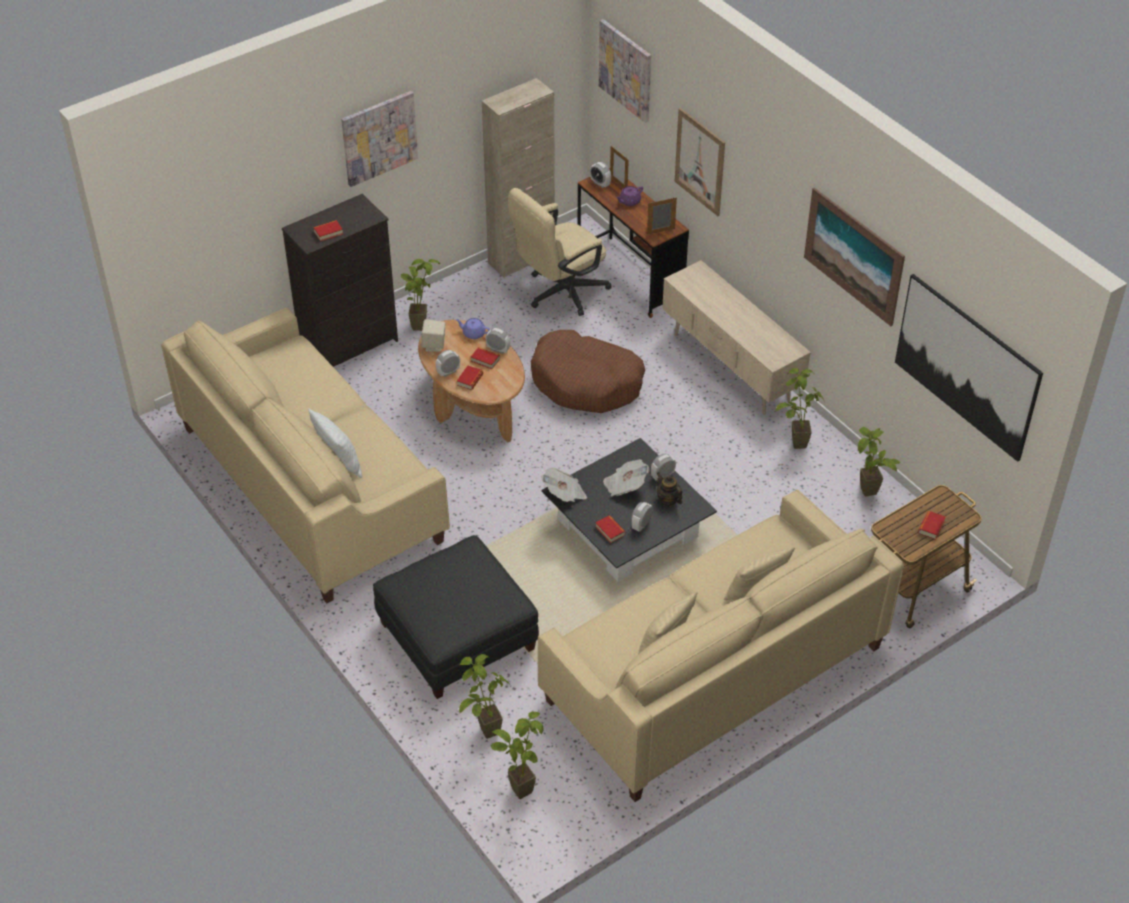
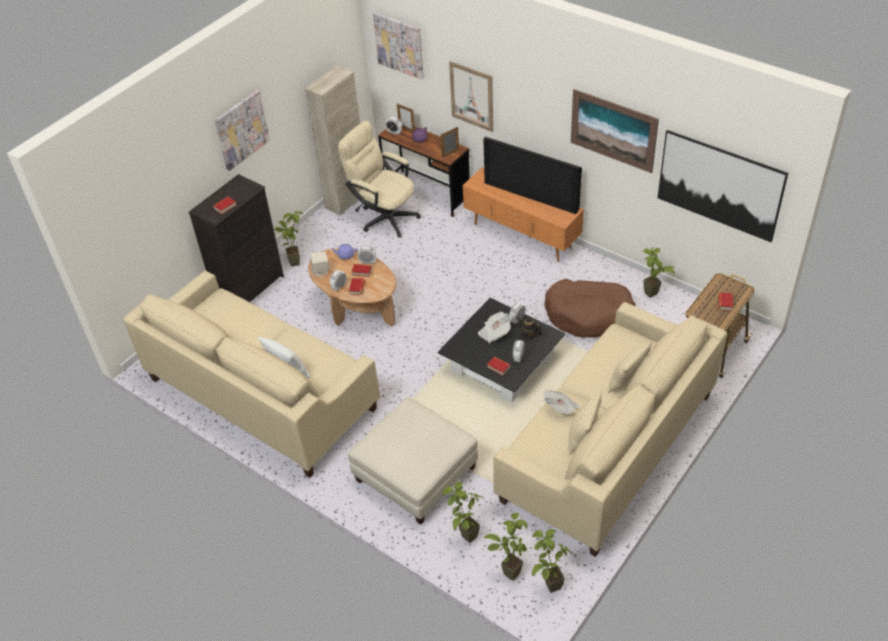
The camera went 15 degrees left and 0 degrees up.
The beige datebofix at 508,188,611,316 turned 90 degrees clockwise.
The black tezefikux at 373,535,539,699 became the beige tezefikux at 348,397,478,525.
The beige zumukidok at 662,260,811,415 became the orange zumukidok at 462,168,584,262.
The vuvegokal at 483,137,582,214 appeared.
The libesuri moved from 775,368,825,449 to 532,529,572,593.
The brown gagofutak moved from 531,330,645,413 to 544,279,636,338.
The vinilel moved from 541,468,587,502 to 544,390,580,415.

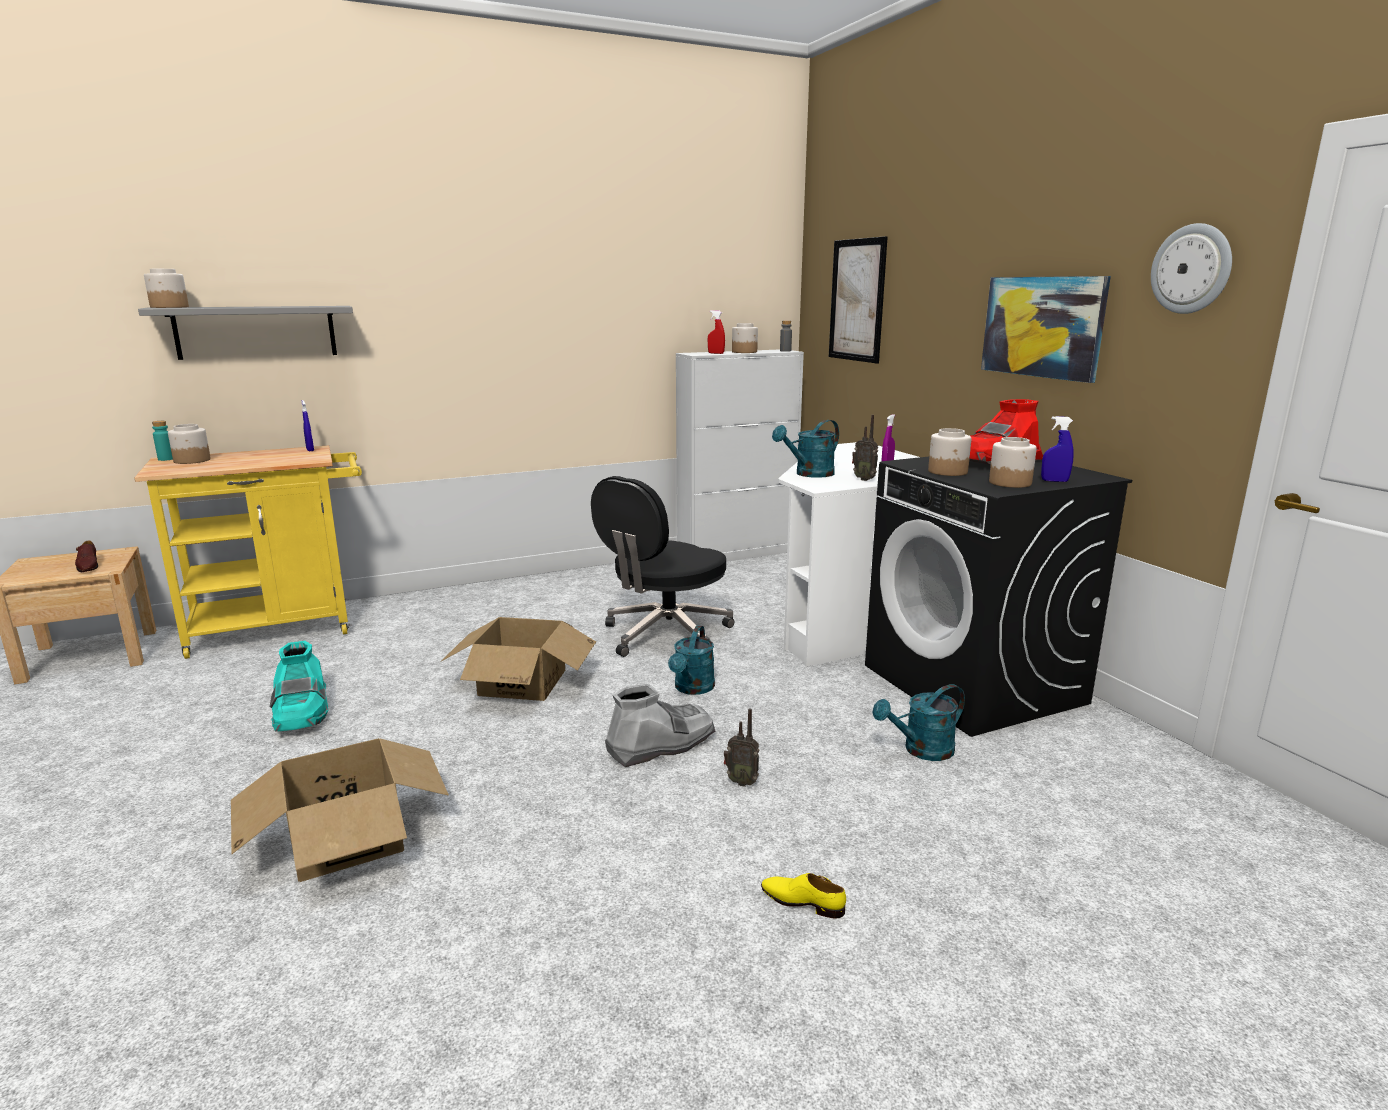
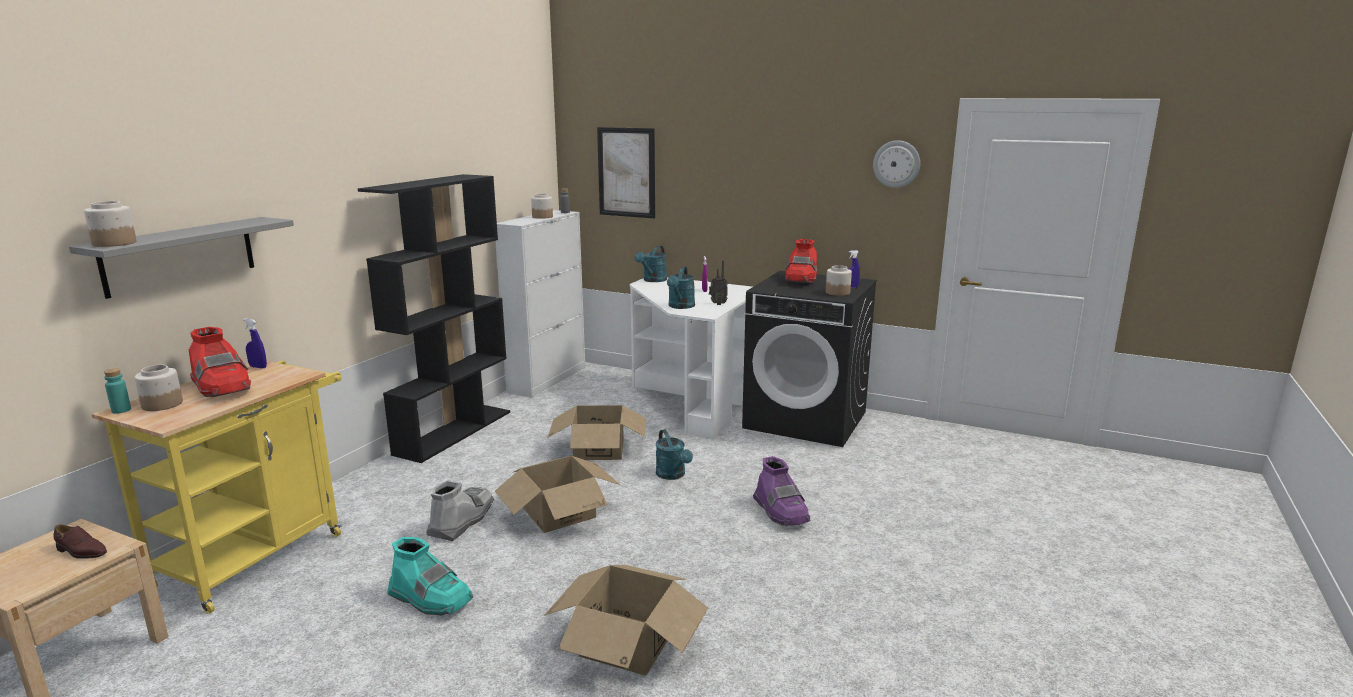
The camera went 40 degrees left and 0 degrees up.
The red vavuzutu at 189,327,251,397 appeared.
The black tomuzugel at 358,174,510,463 appeared.
The grey vavuzutu moved from 605,683,716,767 to 426,480,494,541.
The black datebofix at 591,476,734,657 was replaced by the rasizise at 548,405,646,460.
The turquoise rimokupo moved from 872,684,965,761 to 635,246,667,282.
The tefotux at 724,708,760,787 was replaced by the purple vavuzutu at 753,456,810,526.
The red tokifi at 708,310,725,354 disappeared.
The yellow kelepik at 761,873,846,919 disappeared.
The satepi at 928,428,971,476 disappeared.
The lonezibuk at 981,276,1111,383 disappeared.

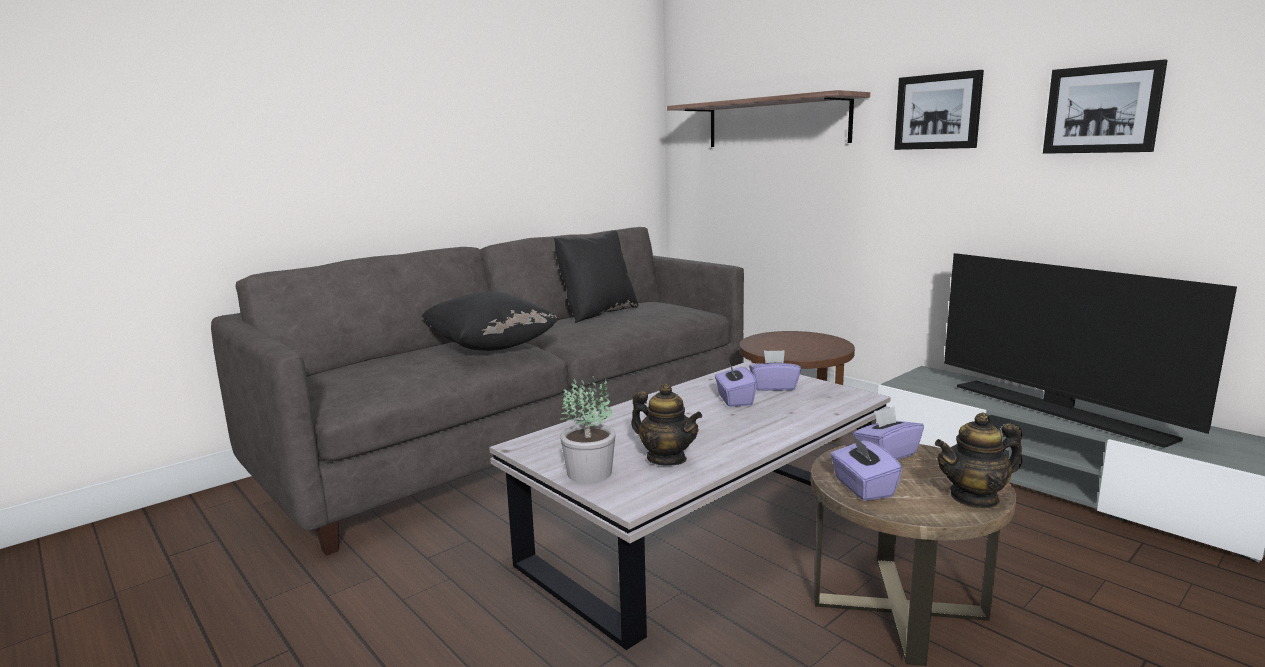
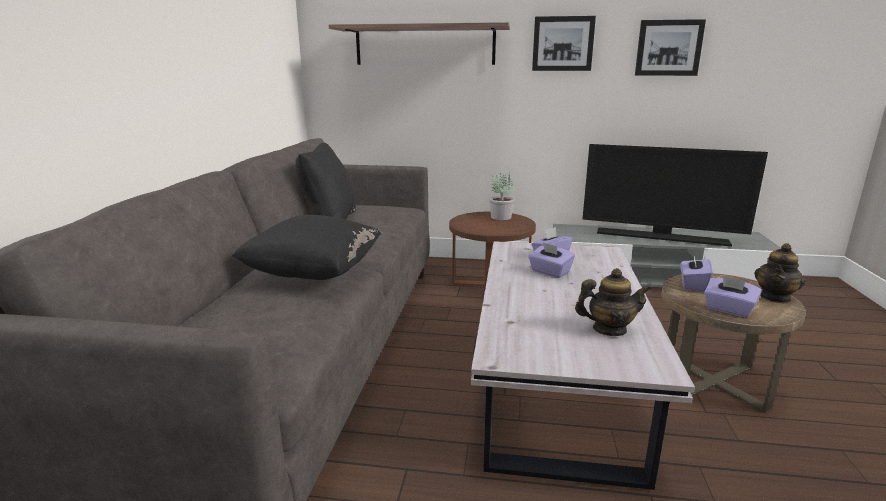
The camera went 40 degrees left and 5 degrees up.
The libesuri moved from 560,377,616,483 to 489,172,514,220.

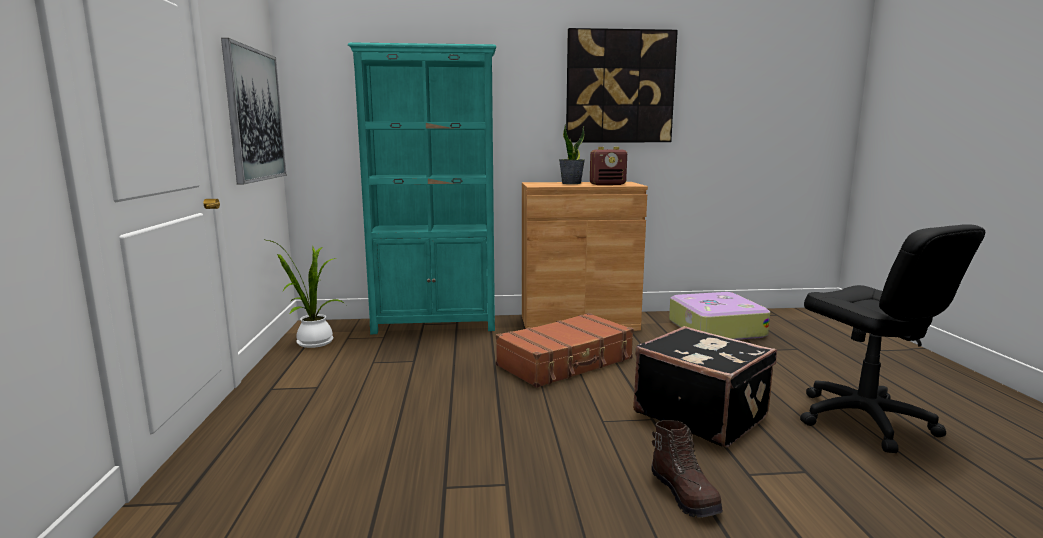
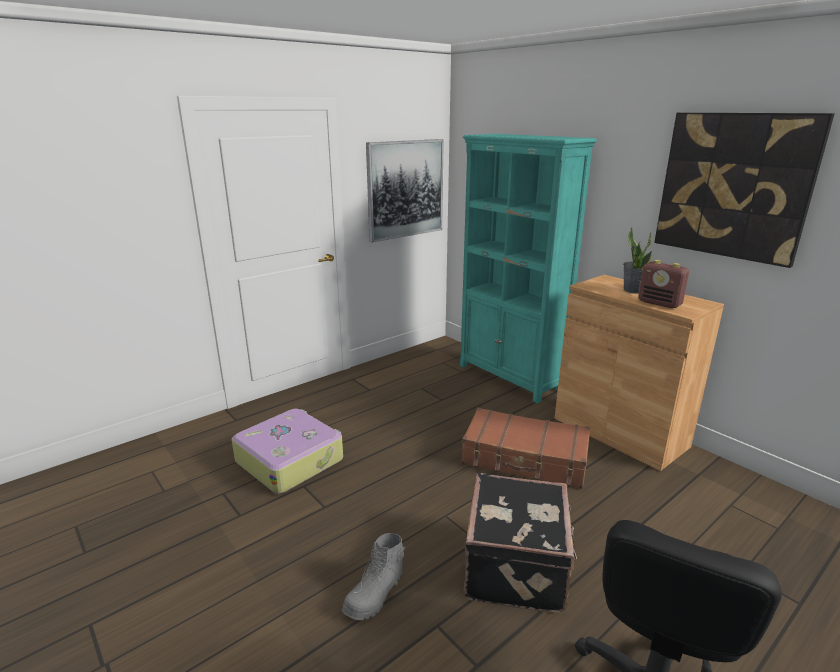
The camera went 55 degrees right and 10 degrees up.
The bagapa moved from 669,292,770,340 to 232,409,343,494.
The brown vavuzutu at 651,420,723,518 became the grey vavuzutu at 342,533,406,620.
The libesuri at 267,240,345,348 disappeared.

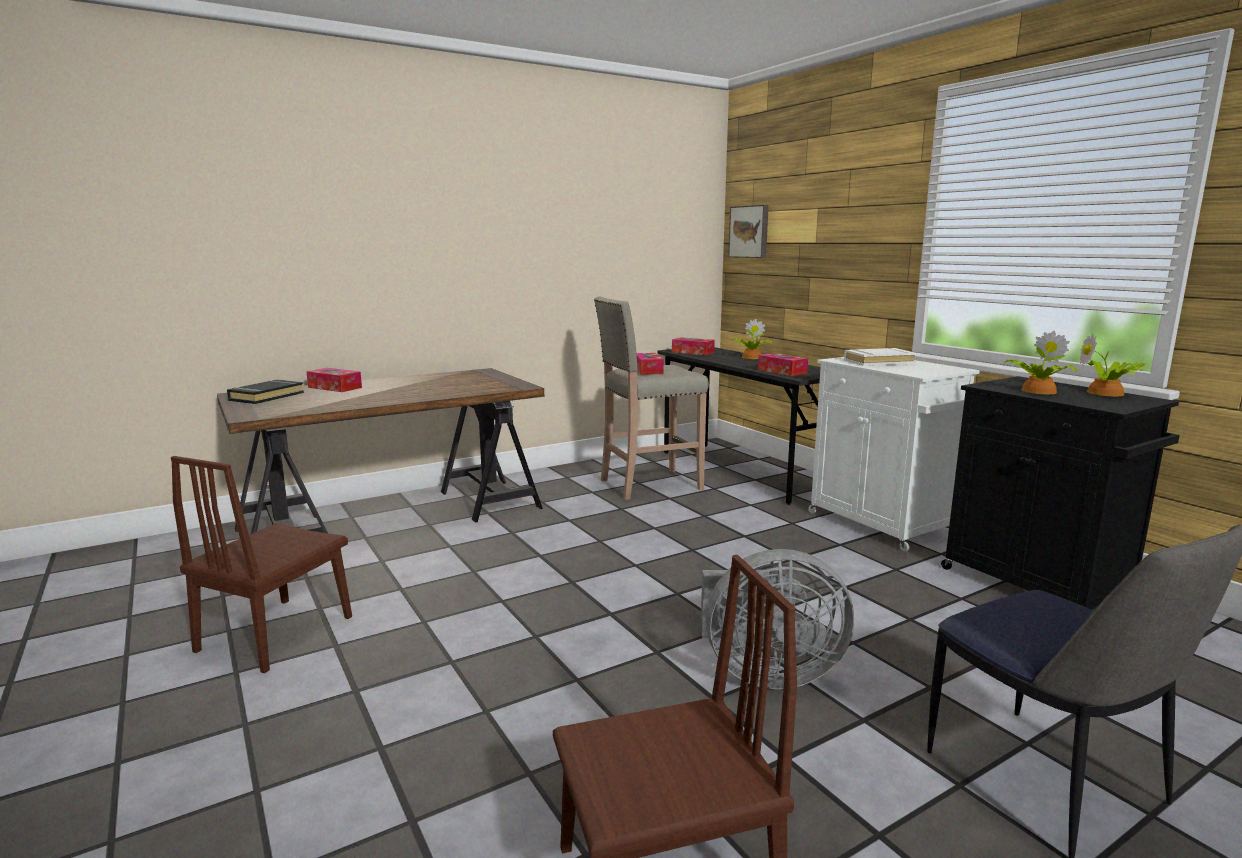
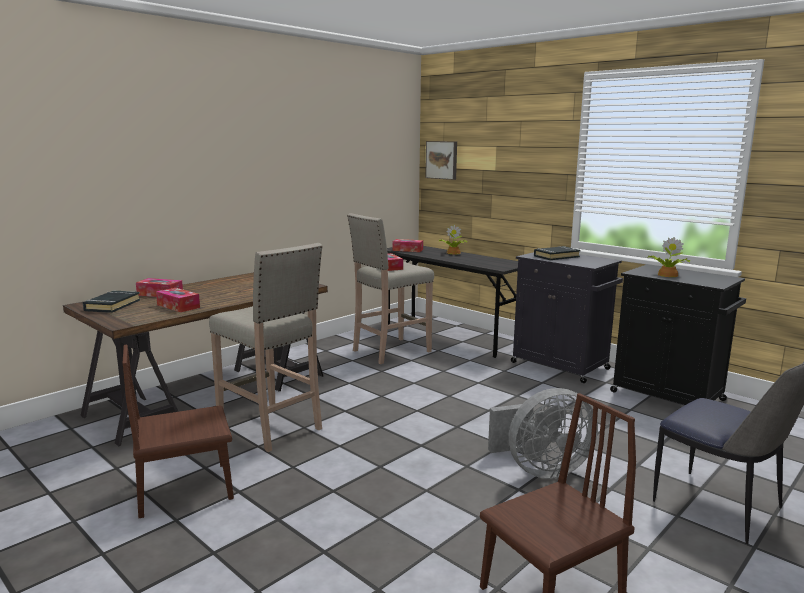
The camera went 15 degrees left and 0 degrees up.
The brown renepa at 171,456,352,673 turned 60 degrees clockwise.
The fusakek moved from 758,353,808,376 to 156,288,200,312.
The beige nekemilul at 209,243,323,452 appeared.
The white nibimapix at 808,357,980,552 became the black nibimapix at 511,252,623,383.
The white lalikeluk at 844,348,916,366 became the black lalikeluk at 534,246,580,260.
The libesuri at 1080,333,1146,396 disappeared.

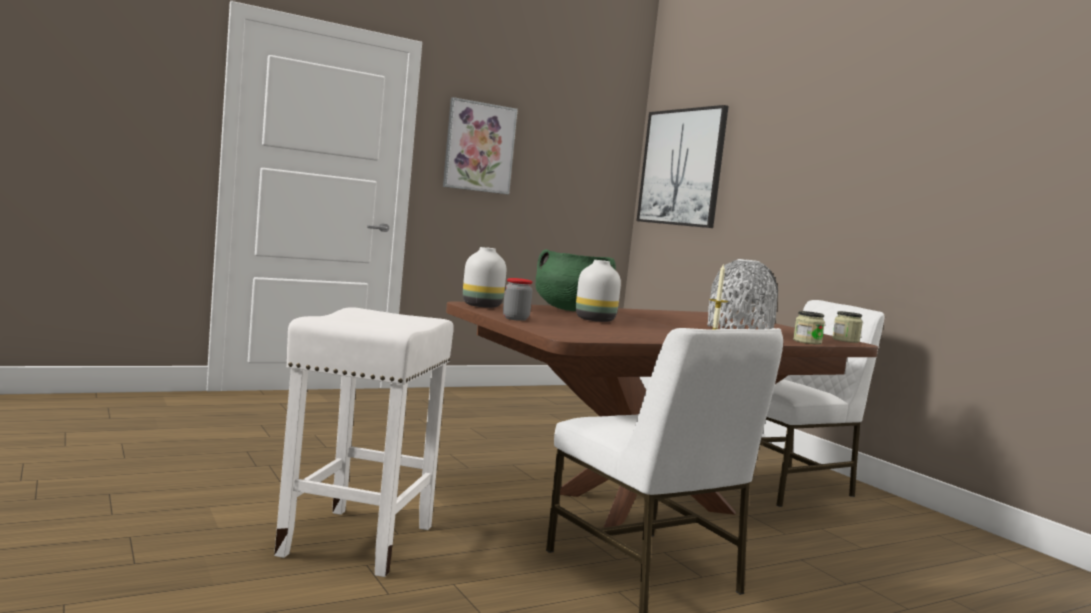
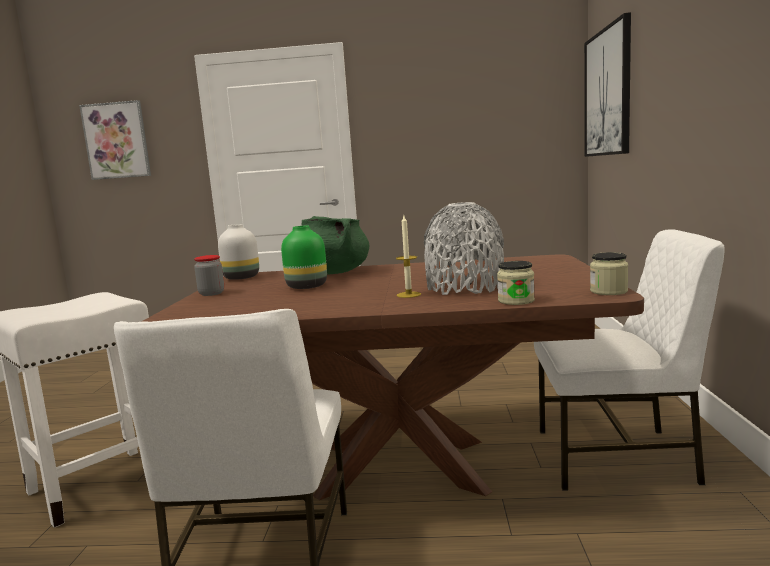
The camera went 35 degrees right and 5 degrees up.
The lonezibuk moved from 443,97,518,195 to 79,100,151,180.
The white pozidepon at 576,260,621,322 became the green pozidepon at 281,226,327,289.

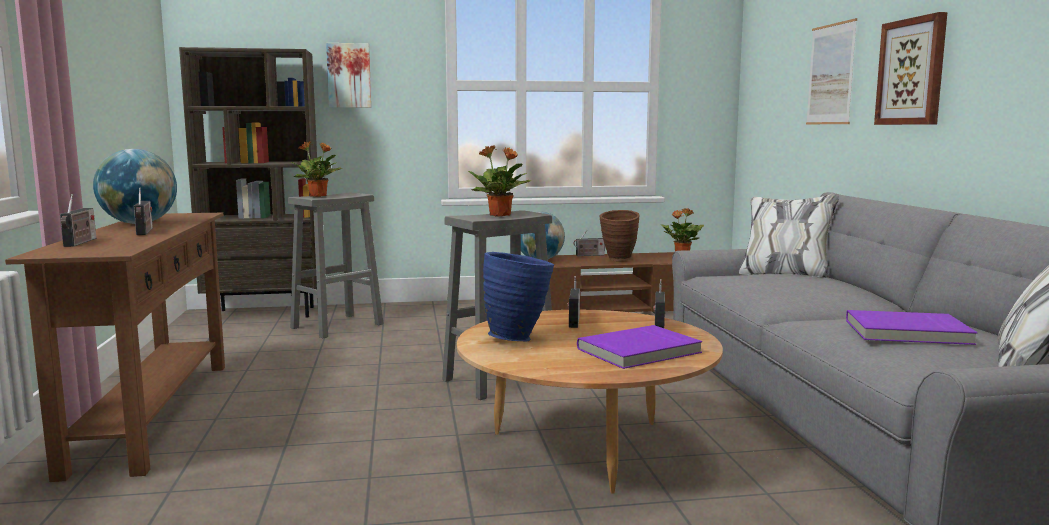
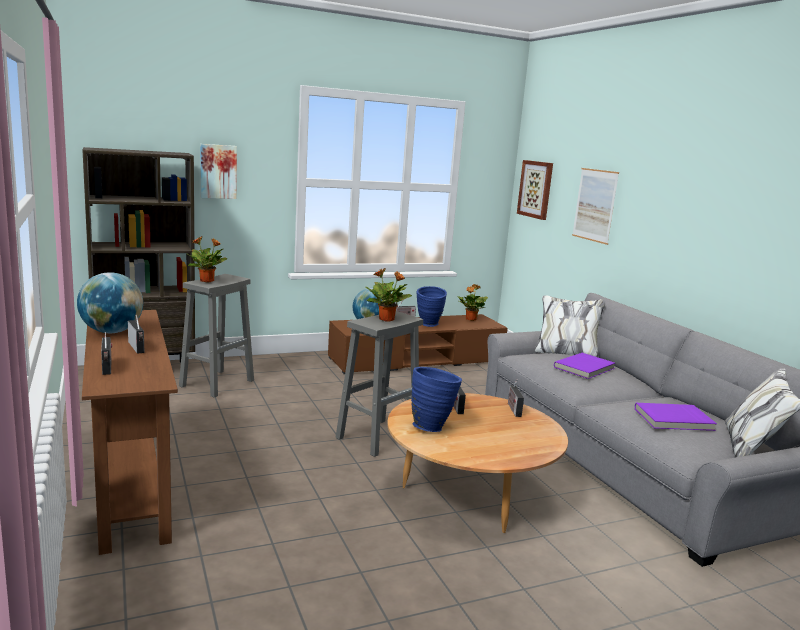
The camera went 15 degrees left and 5 degrees up.
The brown pozidepon at 599,210,640,261 became the blue pozidepon at 417,286,447,327.
The lonezibuk moved from 874,12,947,125 to 517,160,553,220.
The purple lalikeluk moved from 577,325,702,369 to 554,353,615,379.

